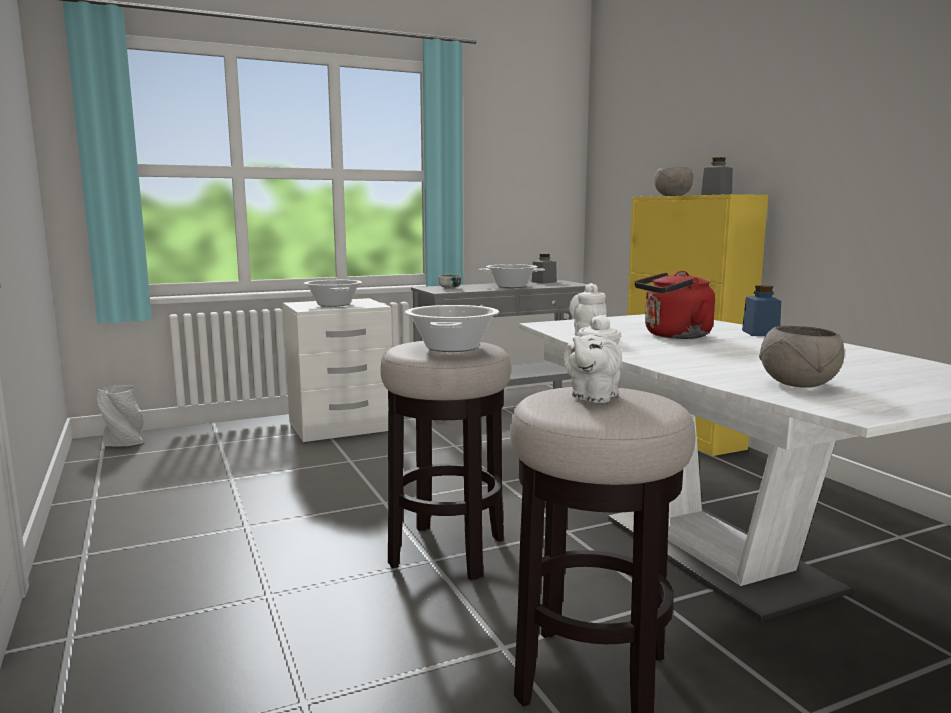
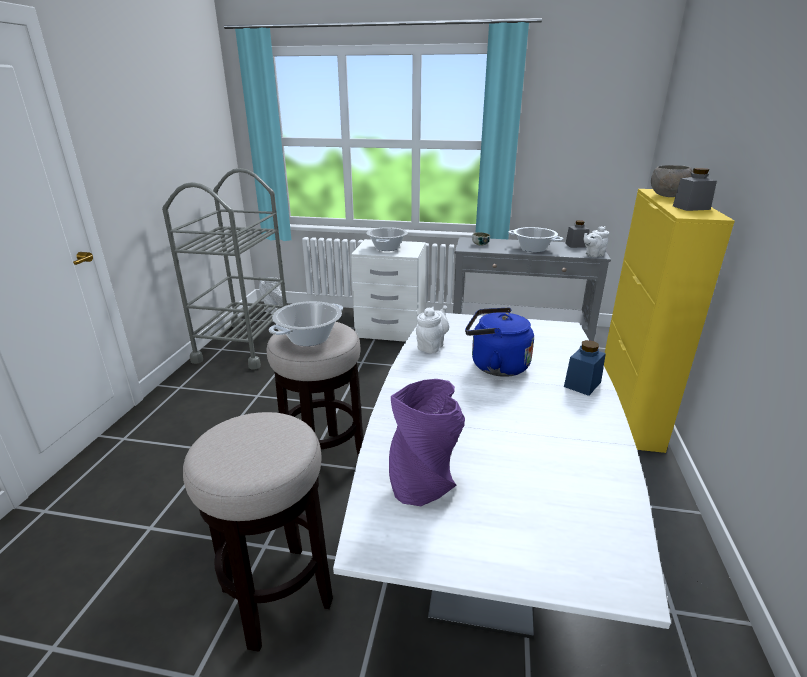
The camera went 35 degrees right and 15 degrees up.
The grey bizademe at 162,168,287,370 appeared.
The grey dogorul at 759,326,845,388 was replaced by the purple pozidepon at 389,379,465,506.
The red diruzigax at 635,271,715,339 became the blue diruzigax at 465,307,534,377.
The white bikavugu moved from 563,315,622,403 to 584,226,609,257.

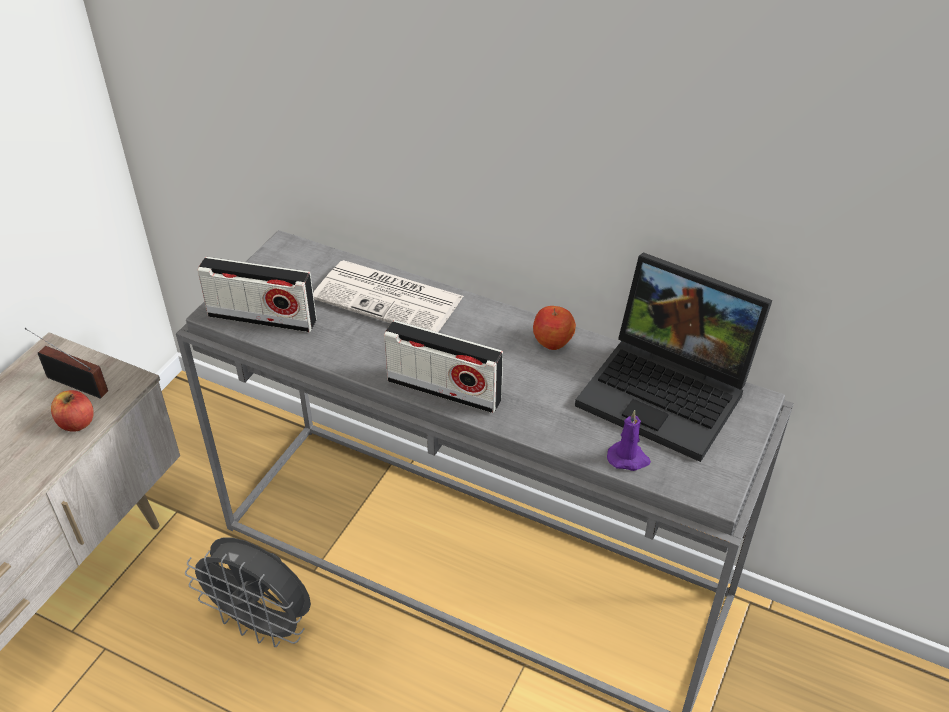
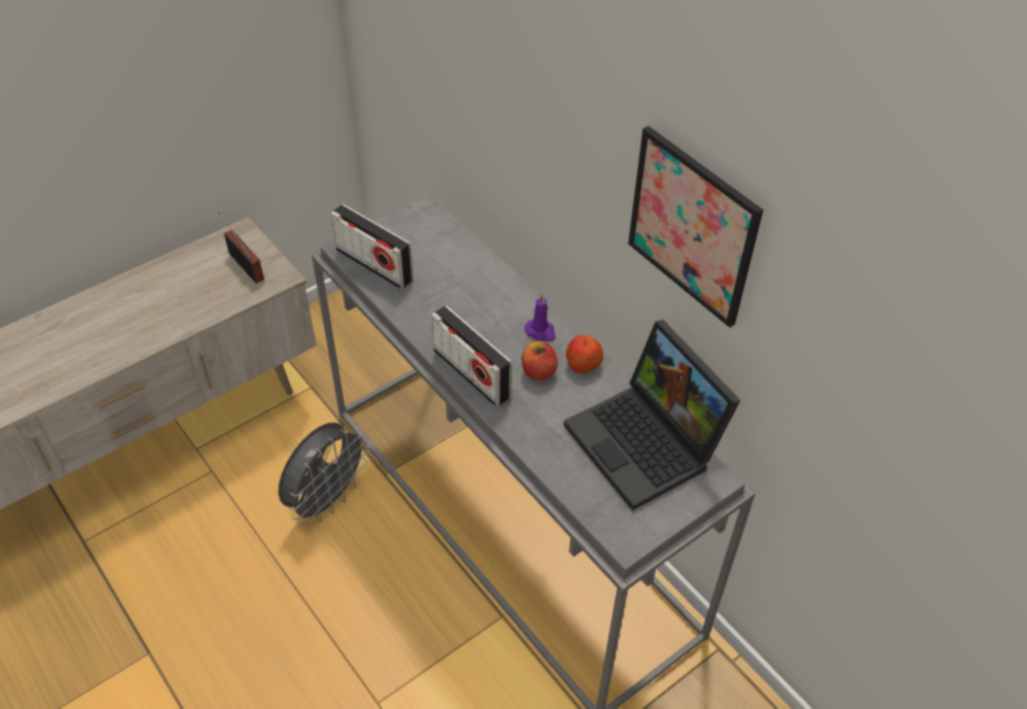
The camera went 25 degrees right and 5 degrees up.
The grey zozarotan at 185,537,311,647 turned 105 degrees counterclockwise.
The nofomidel moved from 51,390,94,432 to 522,341,558,381.
The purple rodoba moved from 607,410,651,471 to 525,294,555,341.
The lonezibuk at 628,126,763,328 appeared.
The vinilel at 313,260,464,332 disappeared.

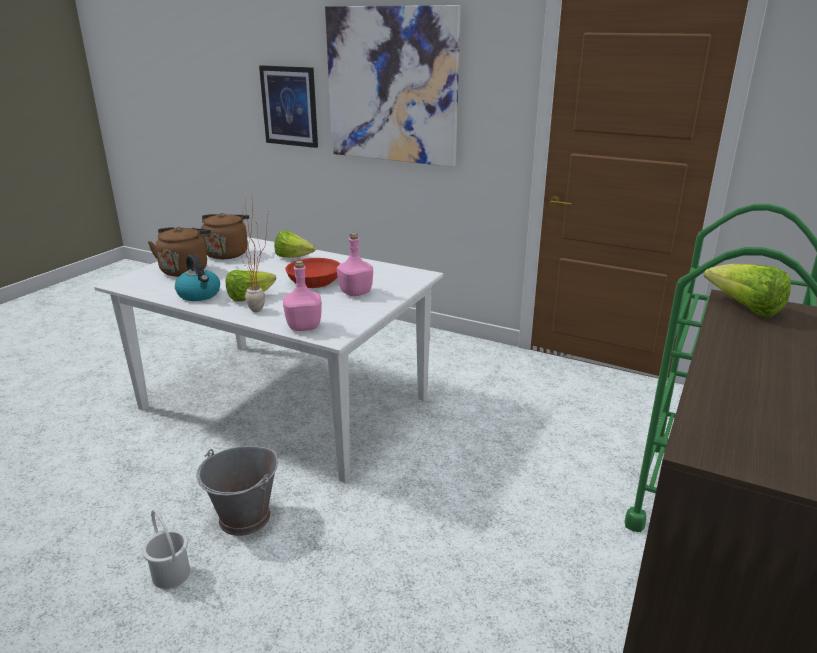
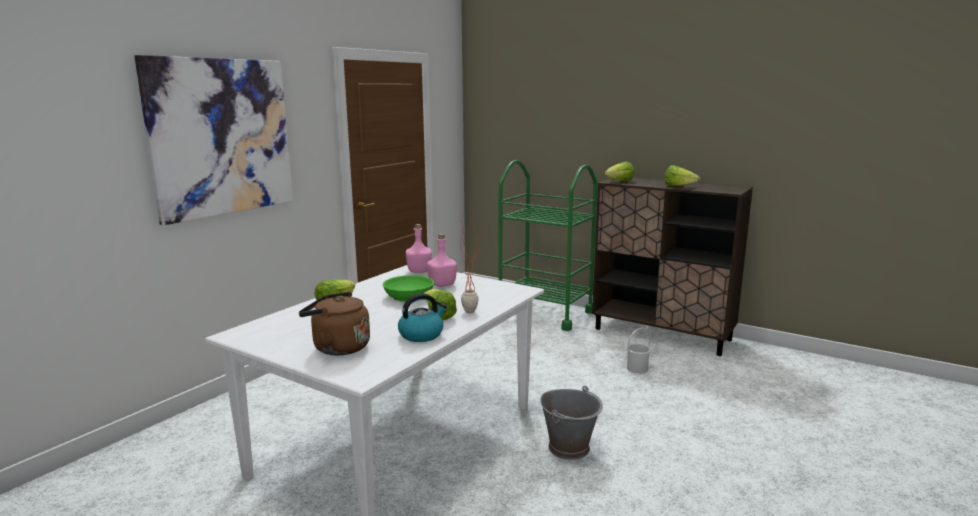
The camera went 85 degrees left and 10 degrees down.
The red dogorul at 285,258,340,288 became the green dogorul at 383,275,434,302.
The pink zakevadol moved from 283,261,322,331 to 406,224,432,273.
The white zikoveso moved from 142,509,190,589 to 626,328,651,374.
The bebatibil at 664,165,700,186 appeared.
The brown diruzigax at 195,213,249,259 disappeared.
The lonezibuk at 259,65,318,148 disappeared.

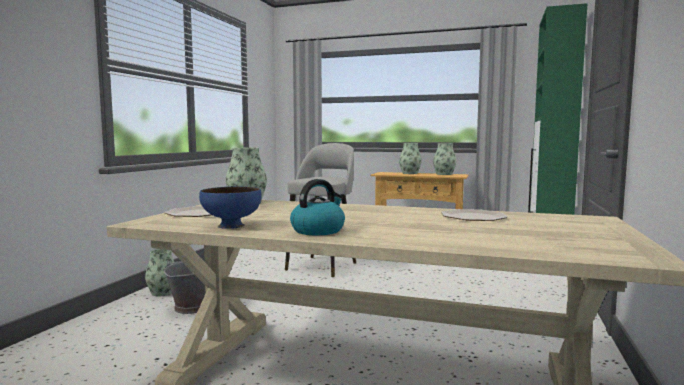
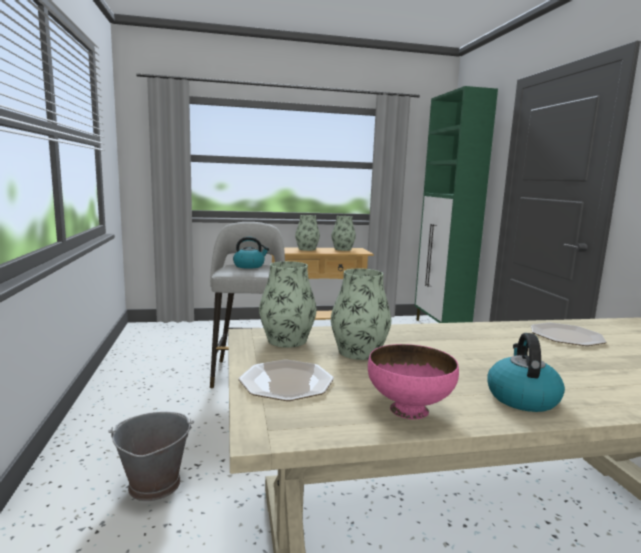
The camera went 30 degrees left and 5 degrees up.
The diruzigax at 233,237,269,269 appeared.
The pozidepon moved from 145,249,175,296 to 331,268,392,360.
The blue dogorul at 199,187,262,229 became the pink dogorul at 368,344,459,419.

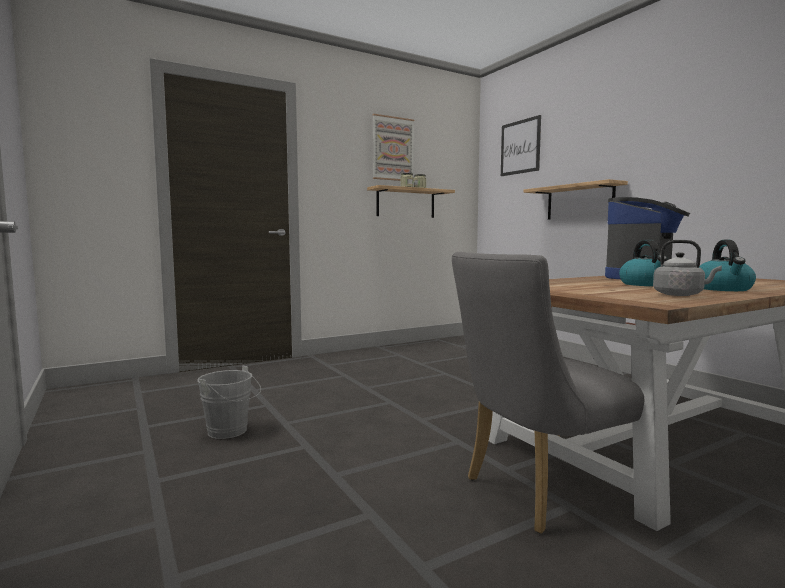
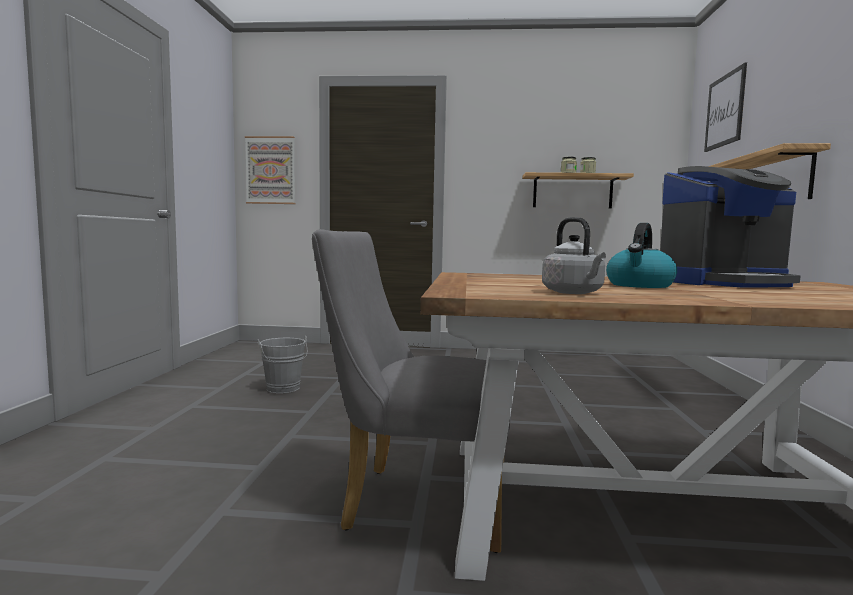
The camera went 35 degrees right and 0 degrees up.
The lonezibuk moved from 373,114,414,181 to 245,136,295,204.
The diruzigax at 700,240,756,291 disappeared.

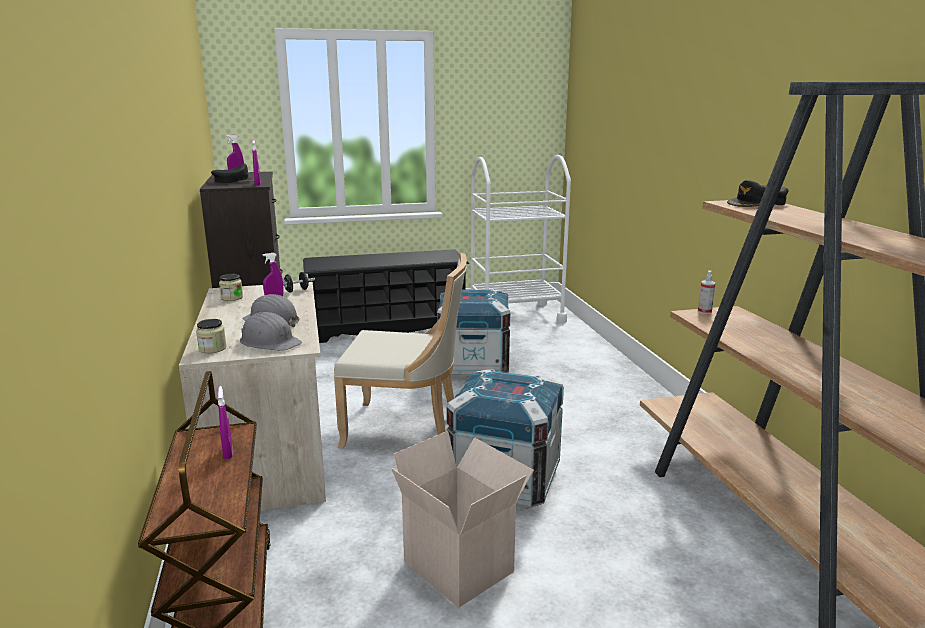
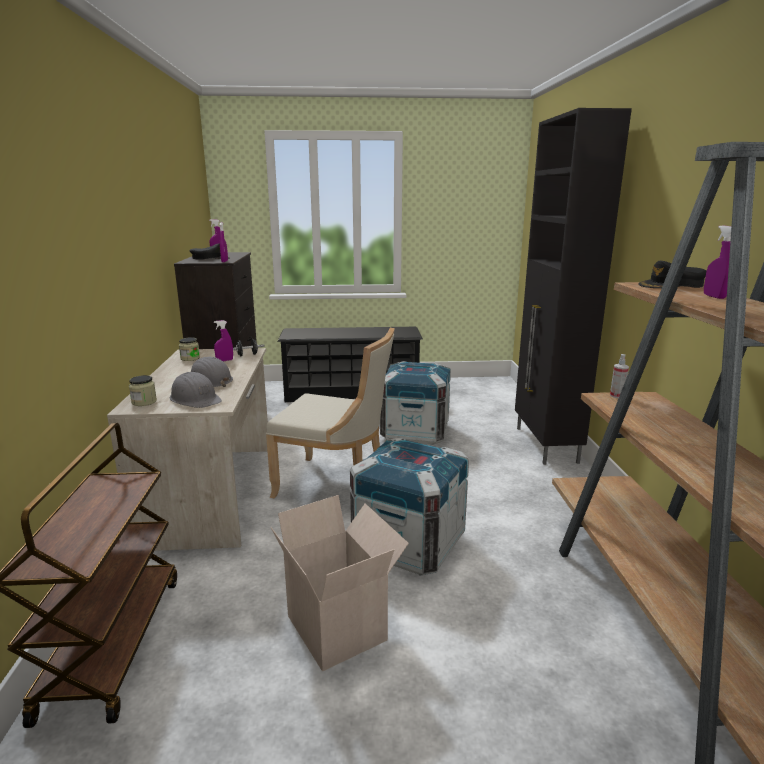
The camera went 10 degrees right and 0 degrees up.
The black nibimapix at 515,108,632,465 appeared.
The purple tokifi moved from 218,386,232,459 to 704,226,731,299.
The white bizademe at 471,155,571,323 disappeared.

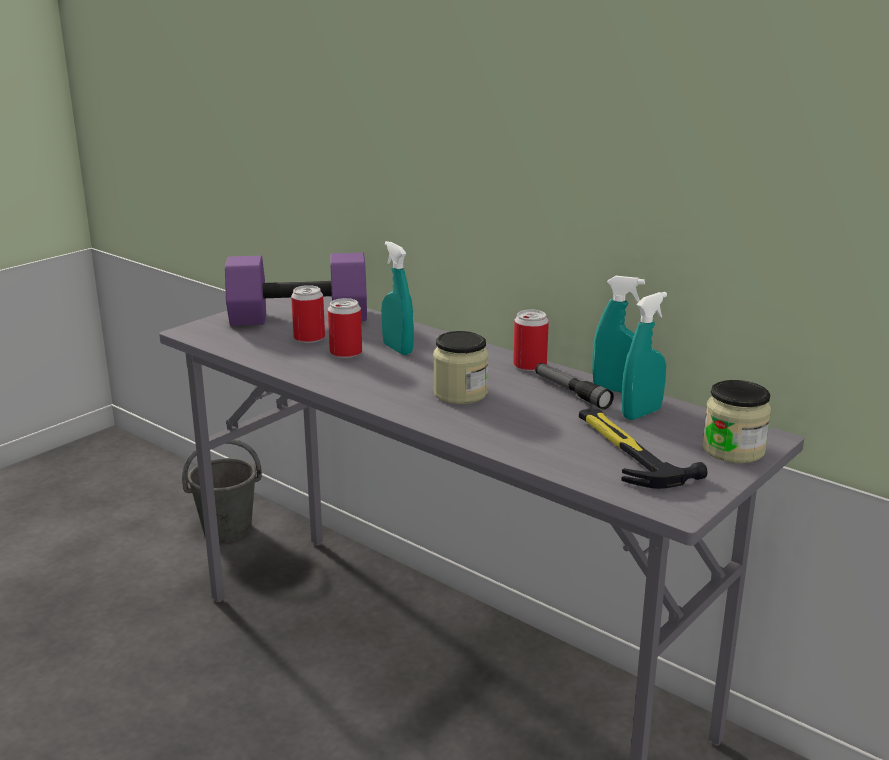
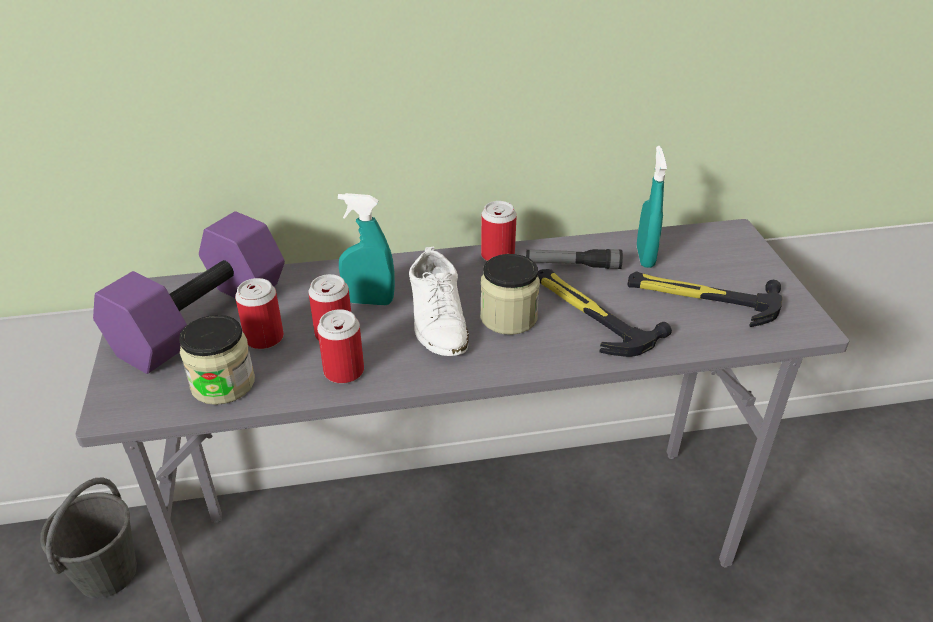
The camera went 50 degrees left and 15 degrees up.
The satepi moved from 702,380,771,463 to 179,315,255,405.
The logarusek at 317,309,364,384 appeared.
The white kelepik at 409,247,469,356 appeared.
The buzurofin at 538,269,672,357 appeared.
The turquoise tokifi at 592,276,645,392 disappeared.

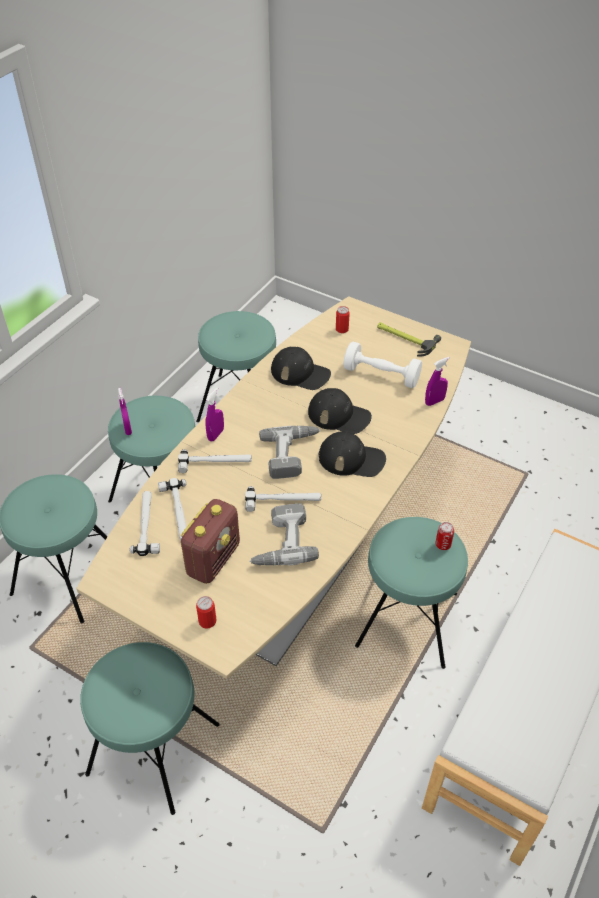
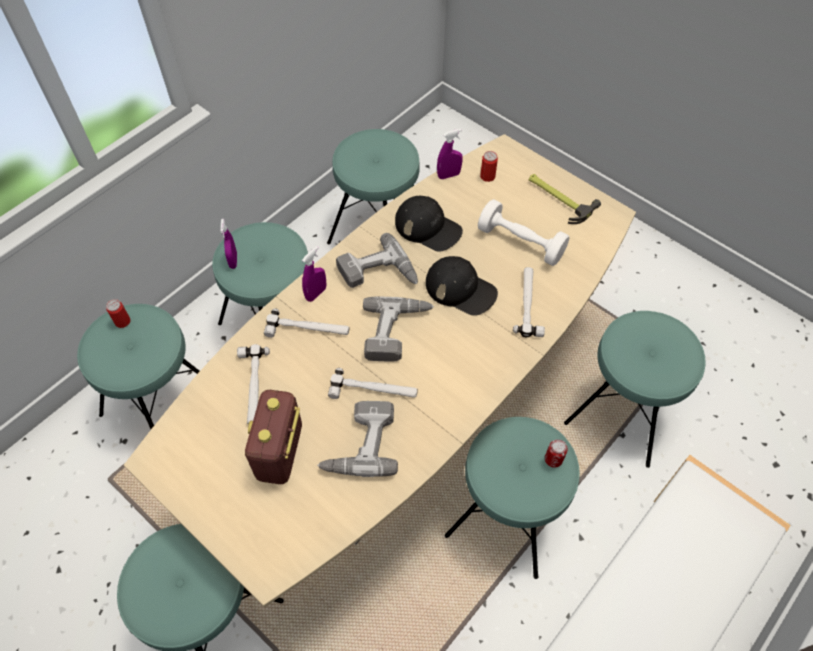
The camera went 10 degrees right and 10 degrees up.
The logarusek moved from 196,596,216,628 to 106,299,131,328.
The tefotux at 181,499,240,584 turned 150 degrees clockwise.
The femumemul at 336,233,418,288 appeared.
The purple tokifi moved from 425,357,450,406 to 437,129,463,179.
The buzurofin moved from 129,491,160,556 to 513,267,545,337.
The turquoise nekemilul at 564,311,706,468 appeared.
The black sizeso at 318,431,386,477 disappeared.

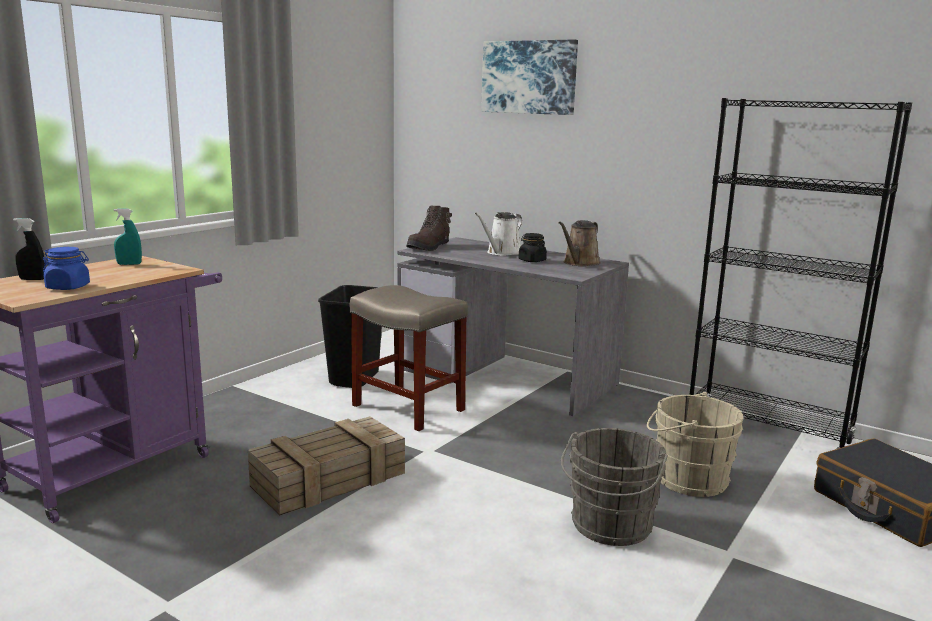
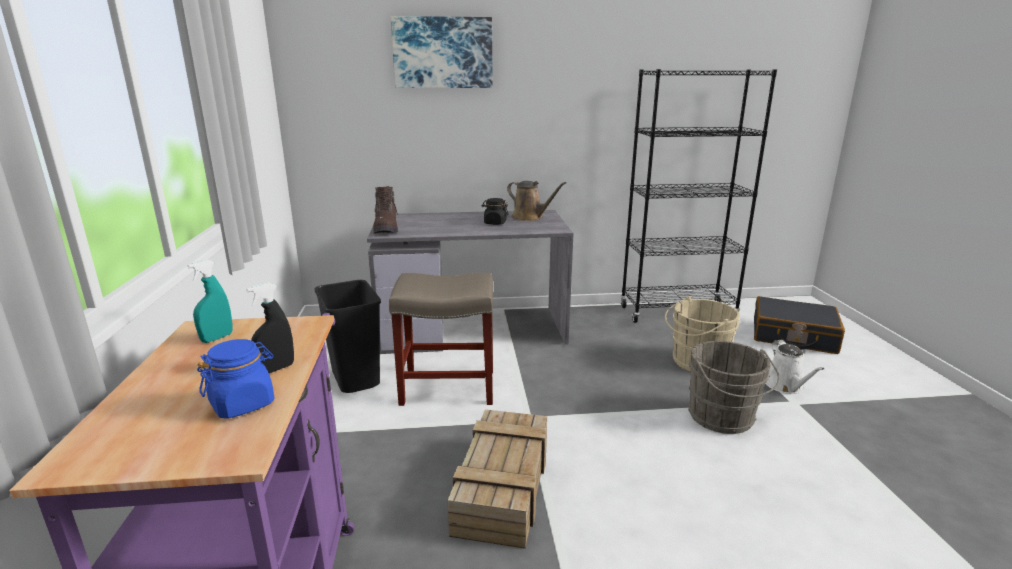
The camera went 40 degrees left and 5 degrees up.
The black tokifi moved from 13,218,46,280 to 246,282,294,373.
The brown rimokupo at 559,220,601,266 turned 45 degrees counterclockwise.
The white rimokupo moved from 475,212,522,256 to 765,340,824,394.

